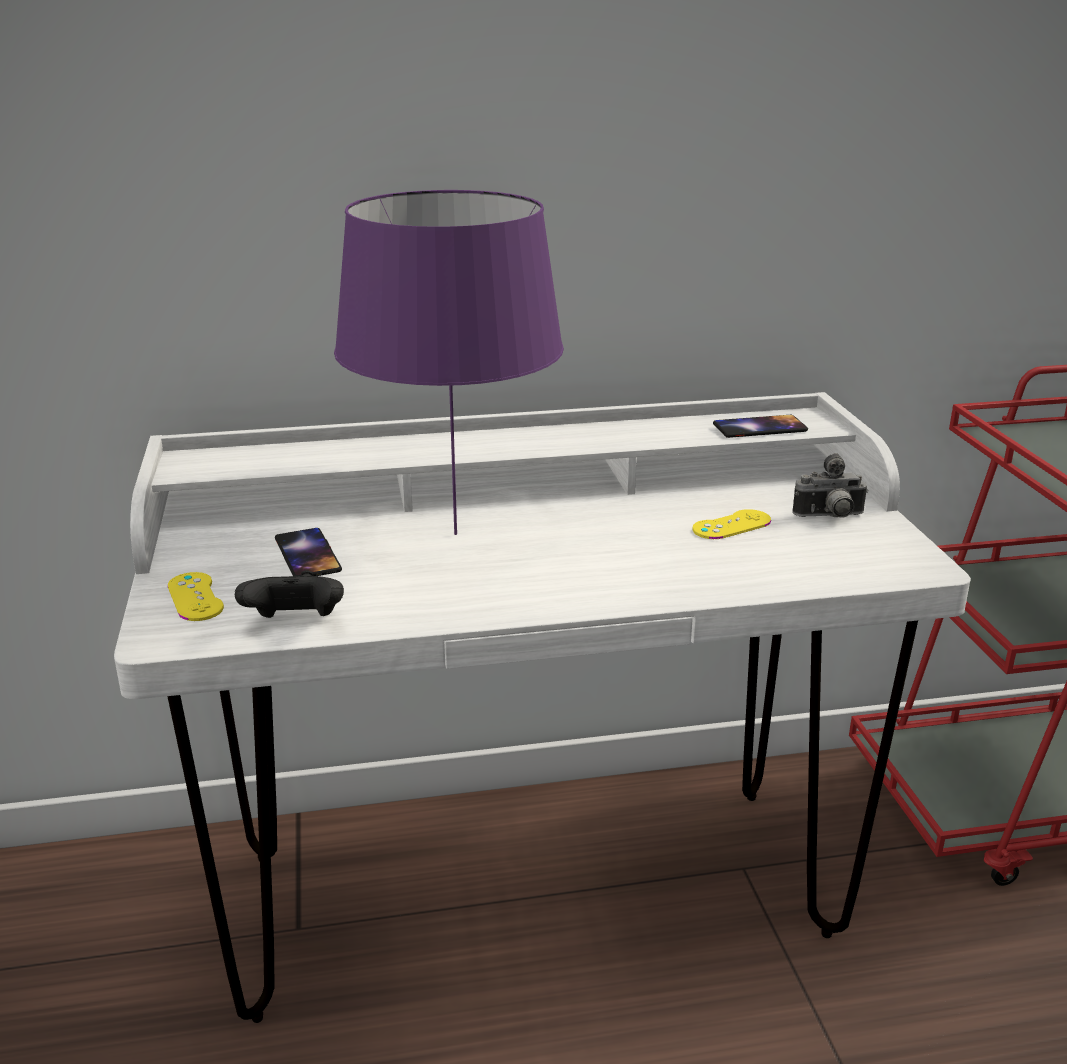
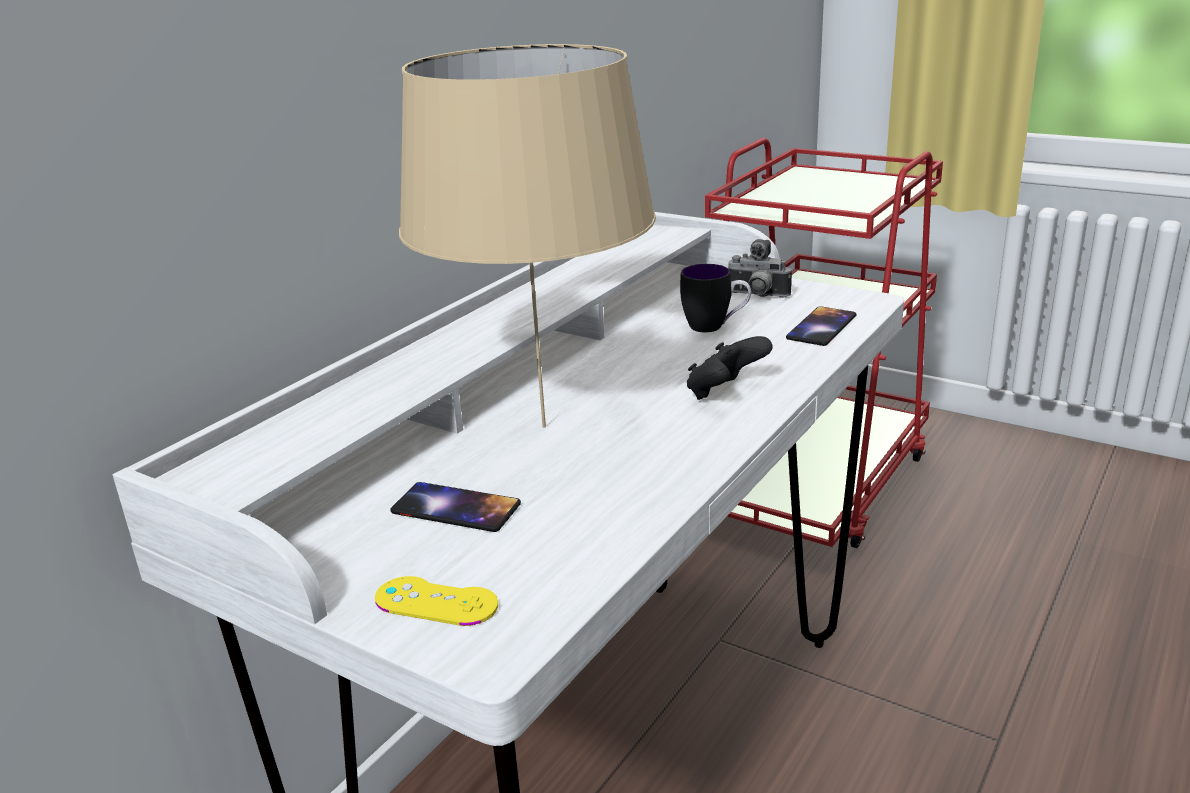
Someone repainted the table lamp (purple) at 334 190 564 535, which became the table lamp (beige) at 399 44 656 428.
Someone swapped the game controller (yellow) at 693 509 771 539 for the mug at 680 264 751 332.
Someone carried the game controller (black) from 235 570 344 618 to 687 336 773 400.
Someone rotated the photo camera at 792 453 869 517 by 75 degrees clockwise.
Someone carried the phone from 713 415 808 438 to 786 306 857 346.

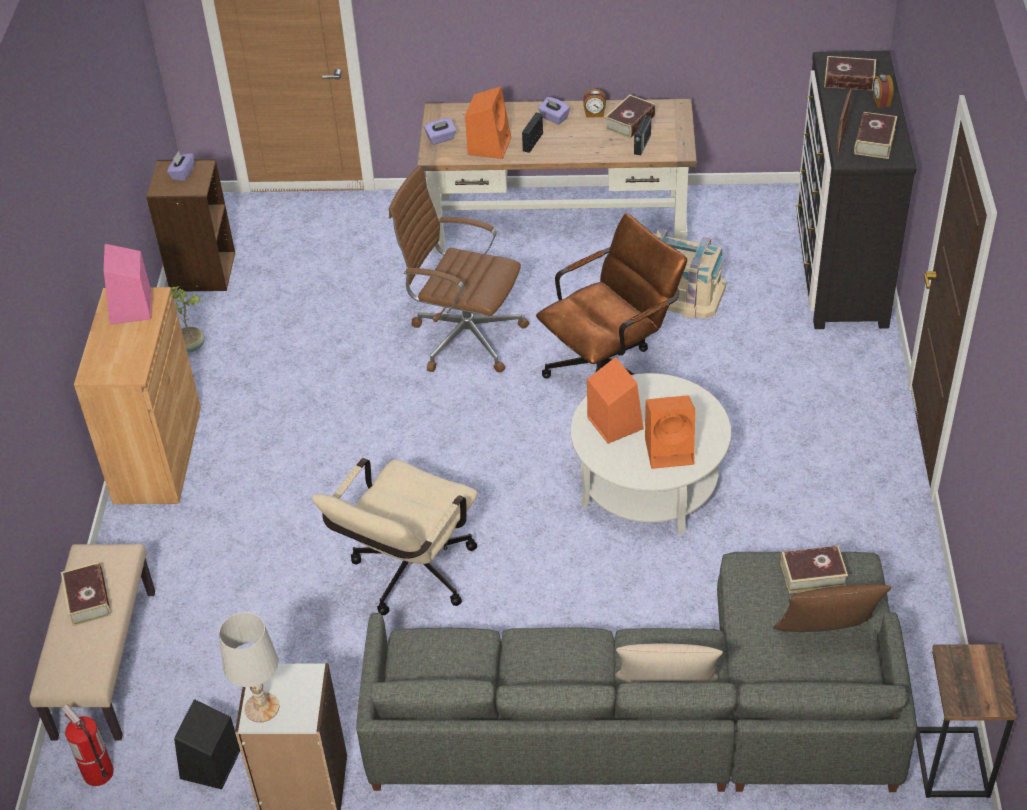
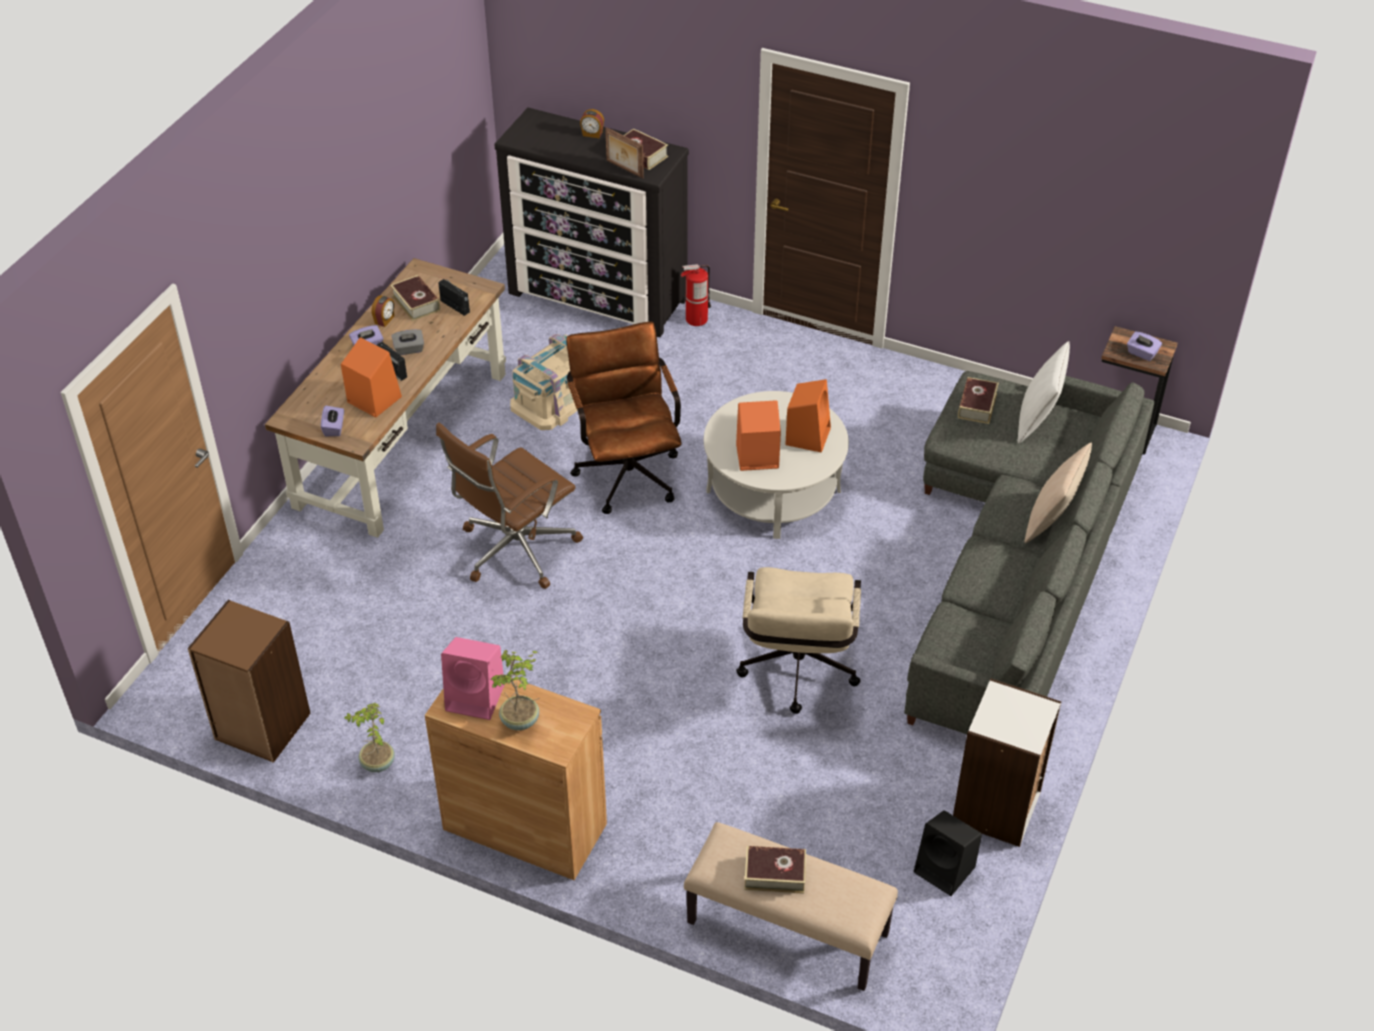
Someone put down the tissue box (grey) at 392 329 424 355.
Someone put down the potted plant at 491 650 539 730.
Someone carried the fire extinguisher from 62 704 114 786 to 681 264 711 326.
Someone rotated the office chair (beige) at 312 458 478 615 by 45 degrees clockwise.
Someone repainted the pillow (brown) at 773 584 892 632, which became the pillow (white) at 1018 341 1070 444.
Someone carried the tissue box (purple) from 167 151 194 181 to 1127 331 1162 361.
Someone took away the table lamp (white) at 219 612 279 722.
Someone took away the book at 824 56 876 91.

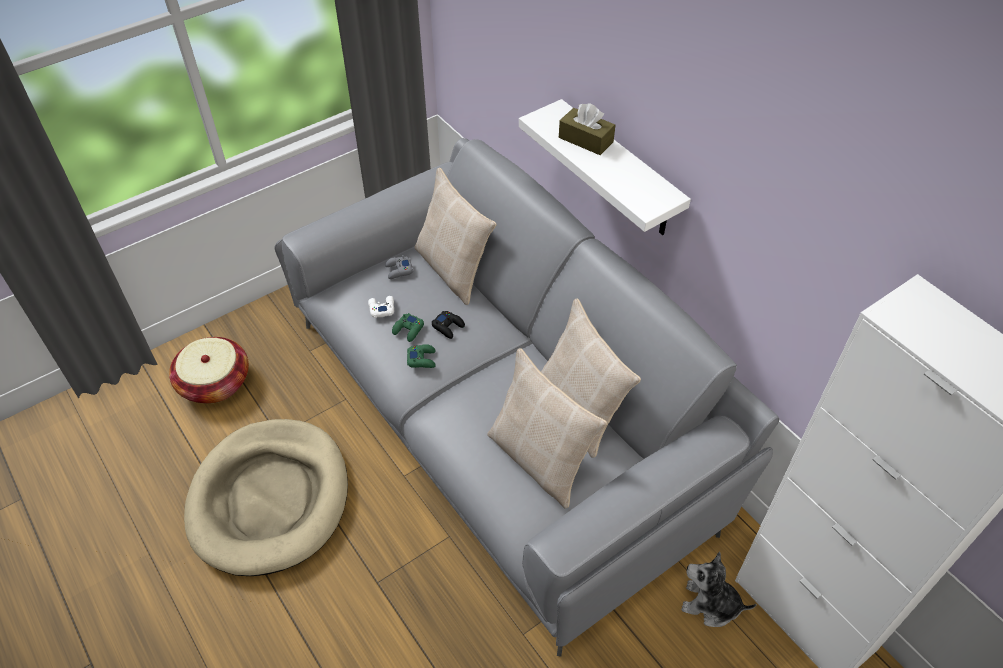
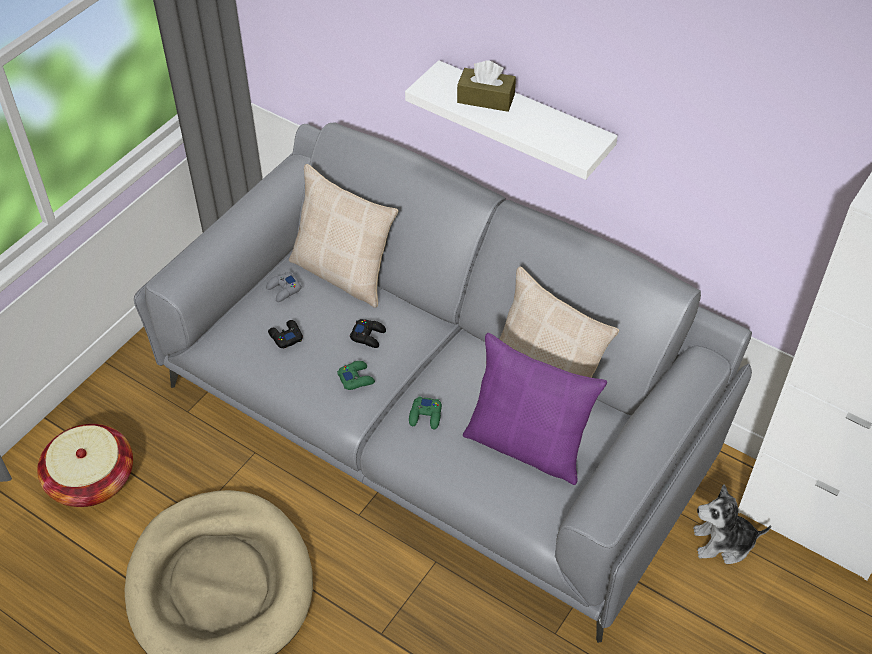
Someone repainted the game controller (white) at 368 296 394 318, which became the game controller (black) at 268 320 303 349.
Someone carried the game controller (green) from 392 313 424 342 to 409 396 442 429.
Someone repainted the pillow (beige) at 487 348 607 509, which became the pillow (purple) at 463 333 607 485.

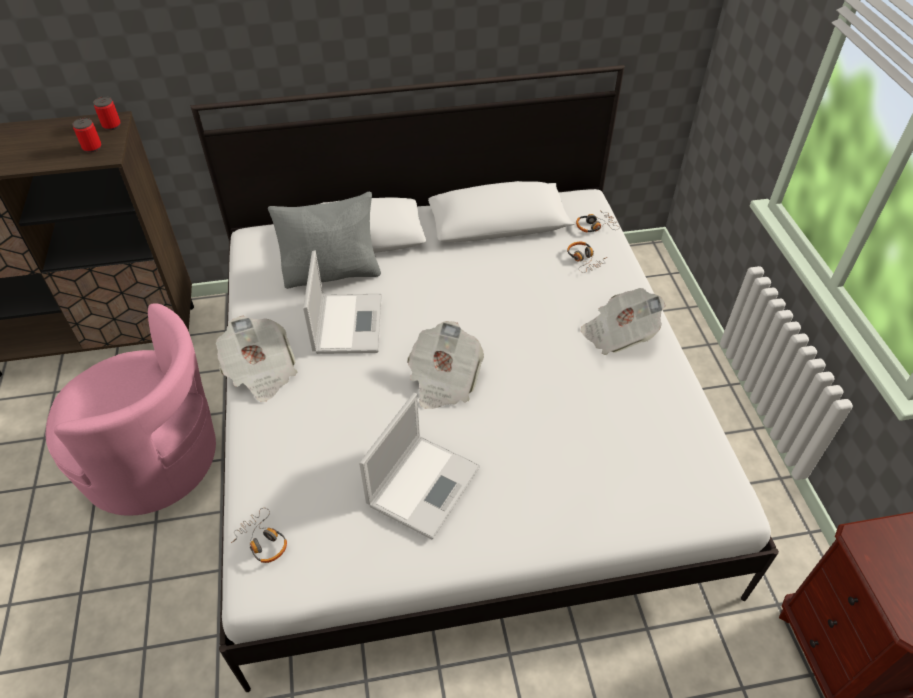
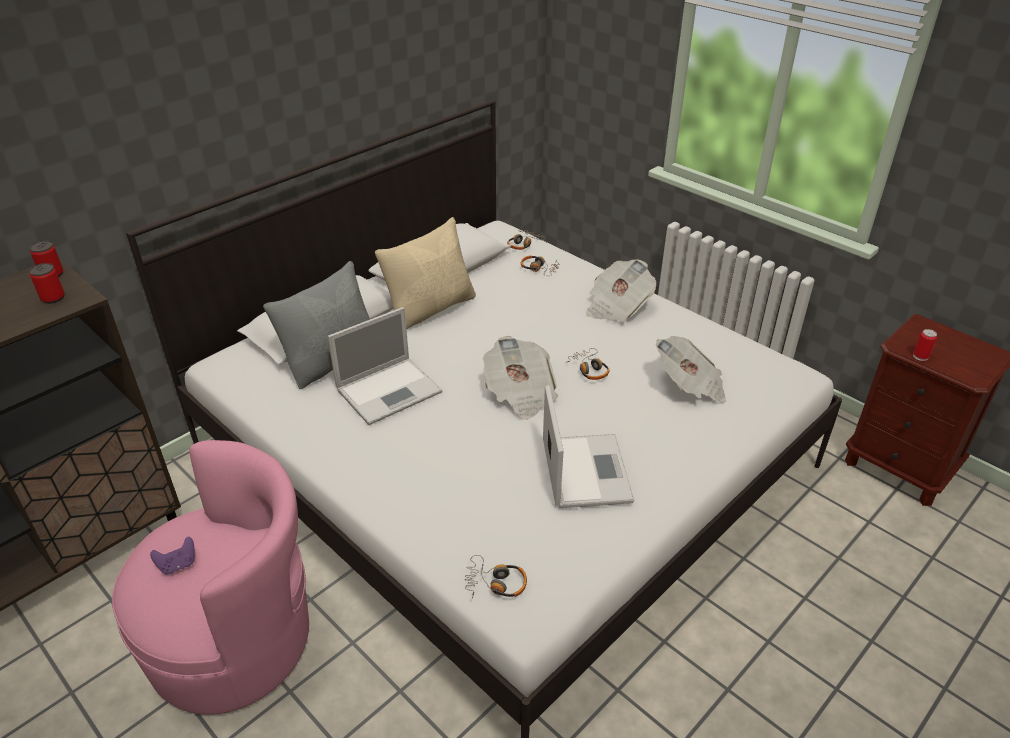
Someone put down the game controller (purple) at 150 537 194 574.
Someone rotated the laptop at 303 250 382 354 by 90 degrees clockwise.
Someone put down the pillow (beige) at 375 217 476 330.
Someone put down the headphones at 565 348 609 380.
Someone carried the newspaper from 216 316 297 402 to 656 336 726 403.
Someone put down the can at 913 329 937 361.

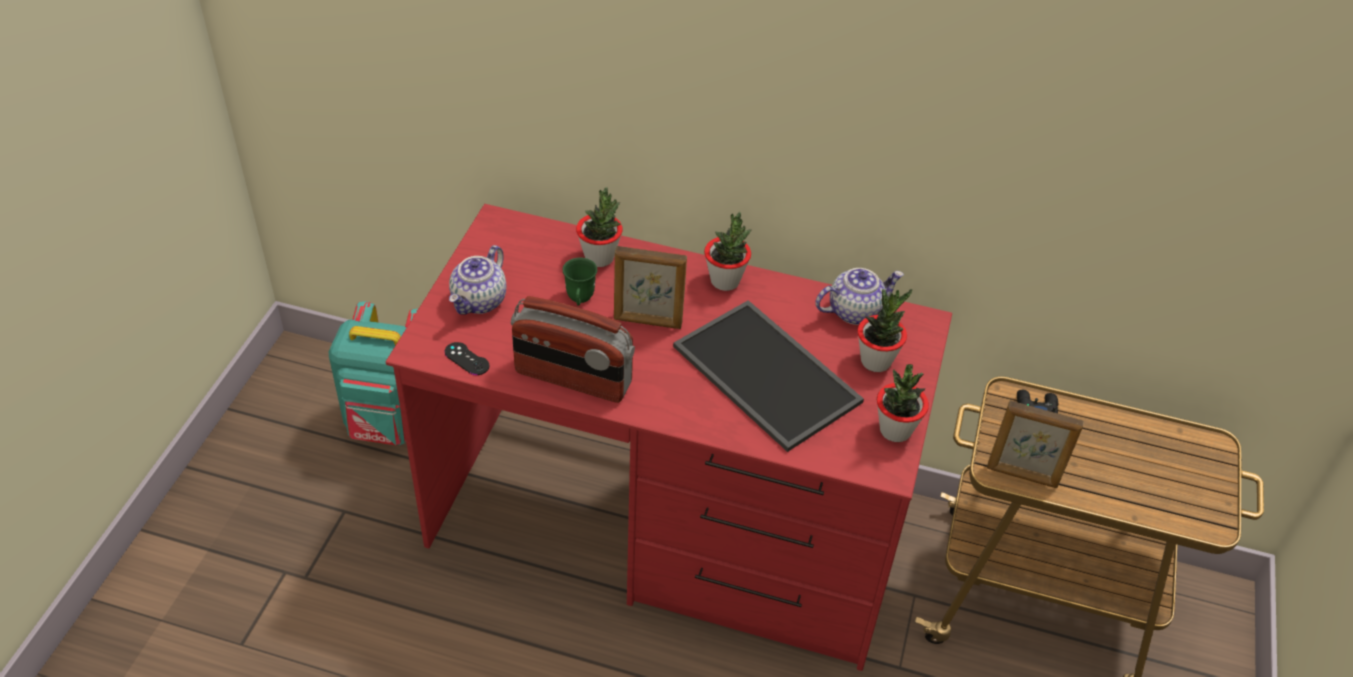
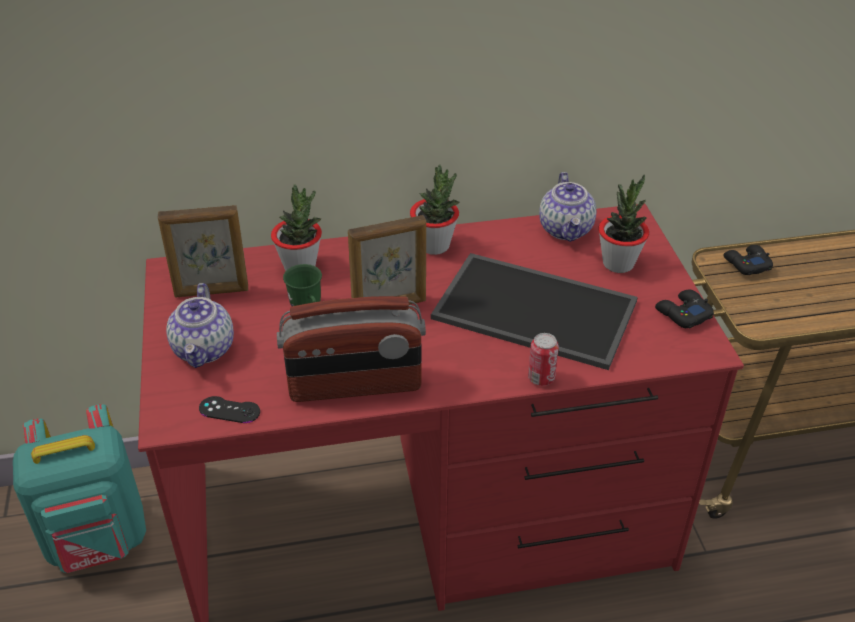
Someone carried the picture frame from 987 401 1084 488 to 158 205 248 297.
Someone put down the can at 528 333 559 386.
Someone rotated the teapot at 815 268 904 325 by 135 degrees clockwise.
Someone swapped the potted plant at 877 364 929 442 for the game controller (black) at 655 290 714 328.

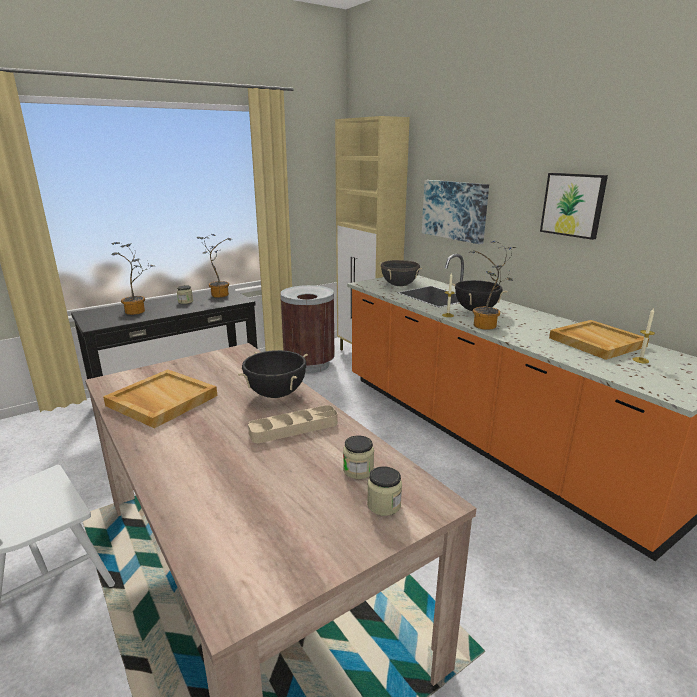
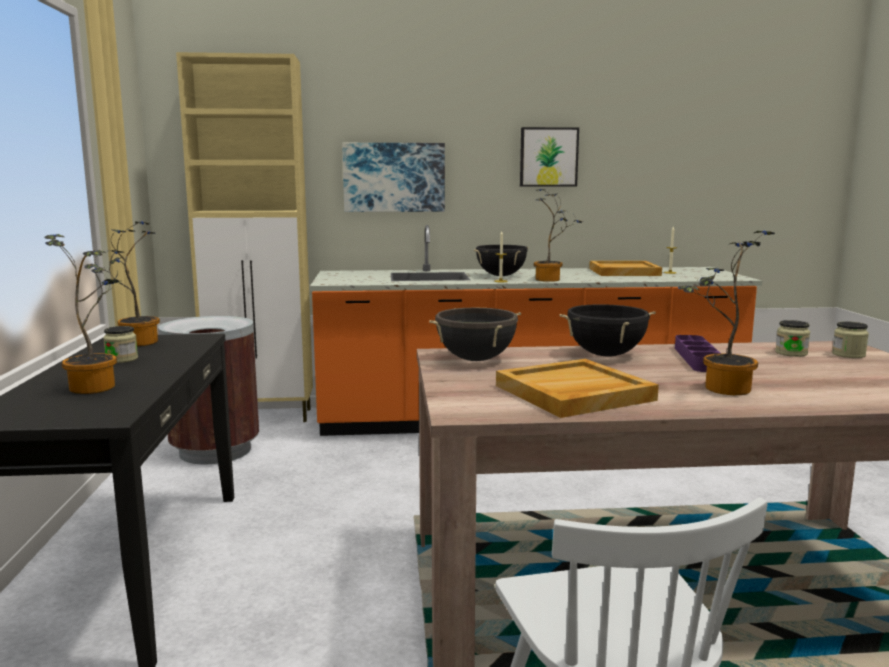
Someone carried the cooking pot (black) from 380 260 422 286 to 429 308 521 361.
Someone repainted the tray (beige) at 248 405 338 443, which became the tray (purple) at 675 335 720 372.
Someone put down the potted plant at 678 230 775 395.

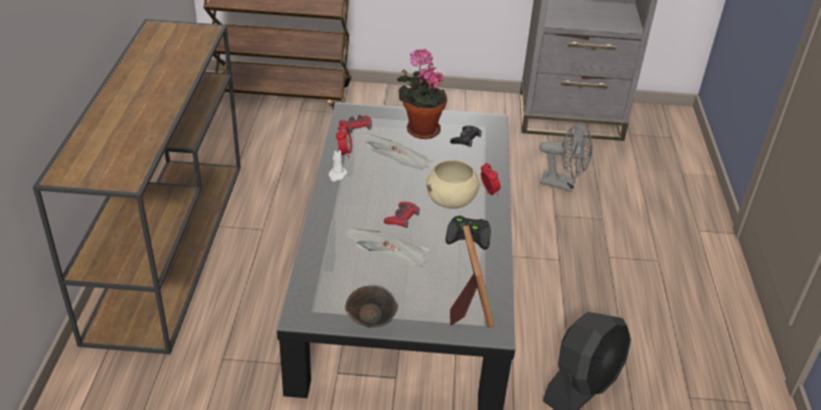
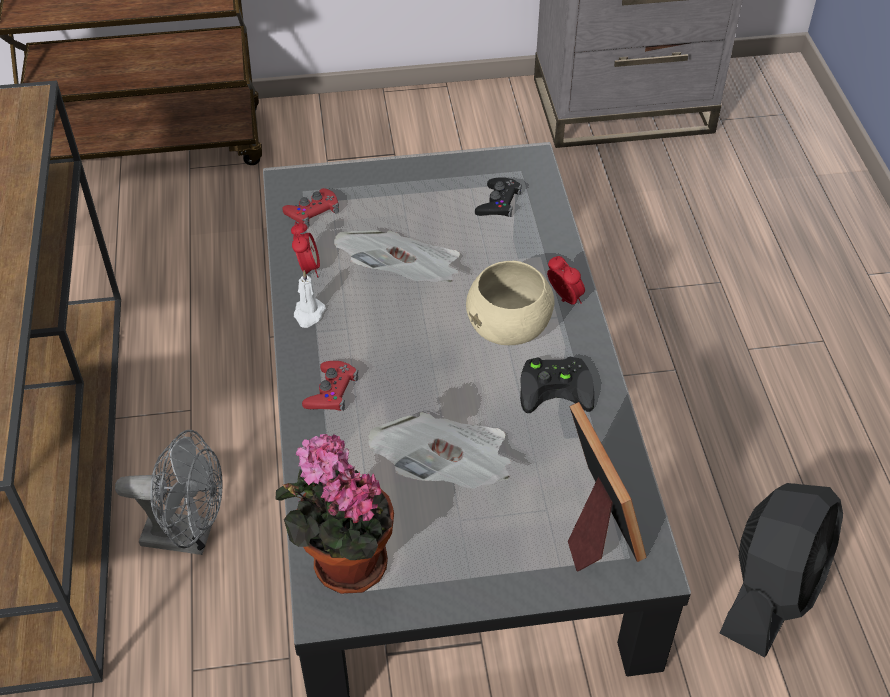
Someone carried the fan (grey) from 539 121 593 192 to 115 430 222 555.
Someone carried the potted plant from 397 49 447 139 to 275 434 394 594.
Someone carried the game controller (red) from 384 202 420 228 to 302 361 358 411.
Someone took away the bowl (brown) at 345 286 398 327.

